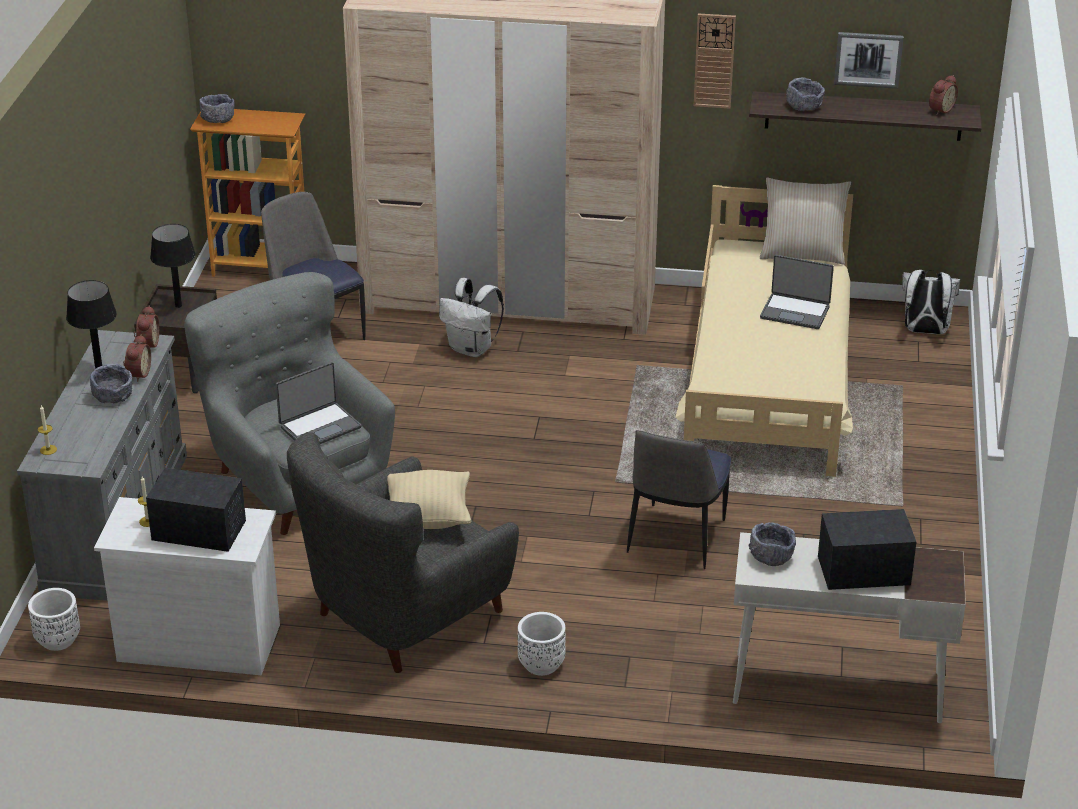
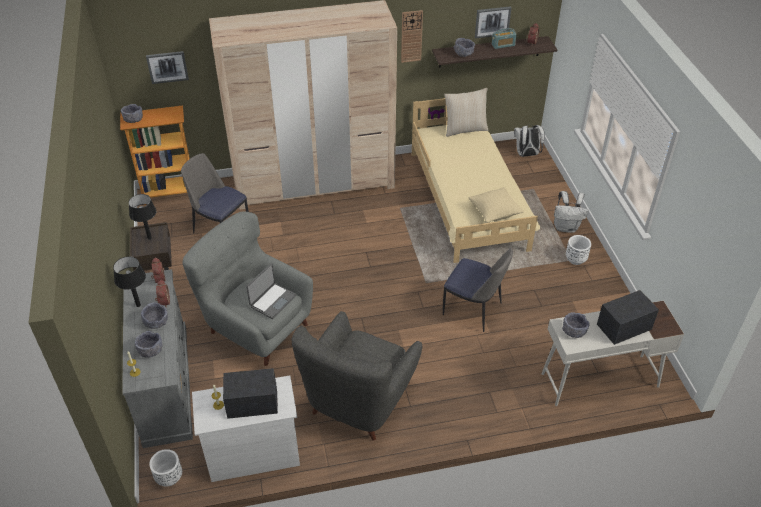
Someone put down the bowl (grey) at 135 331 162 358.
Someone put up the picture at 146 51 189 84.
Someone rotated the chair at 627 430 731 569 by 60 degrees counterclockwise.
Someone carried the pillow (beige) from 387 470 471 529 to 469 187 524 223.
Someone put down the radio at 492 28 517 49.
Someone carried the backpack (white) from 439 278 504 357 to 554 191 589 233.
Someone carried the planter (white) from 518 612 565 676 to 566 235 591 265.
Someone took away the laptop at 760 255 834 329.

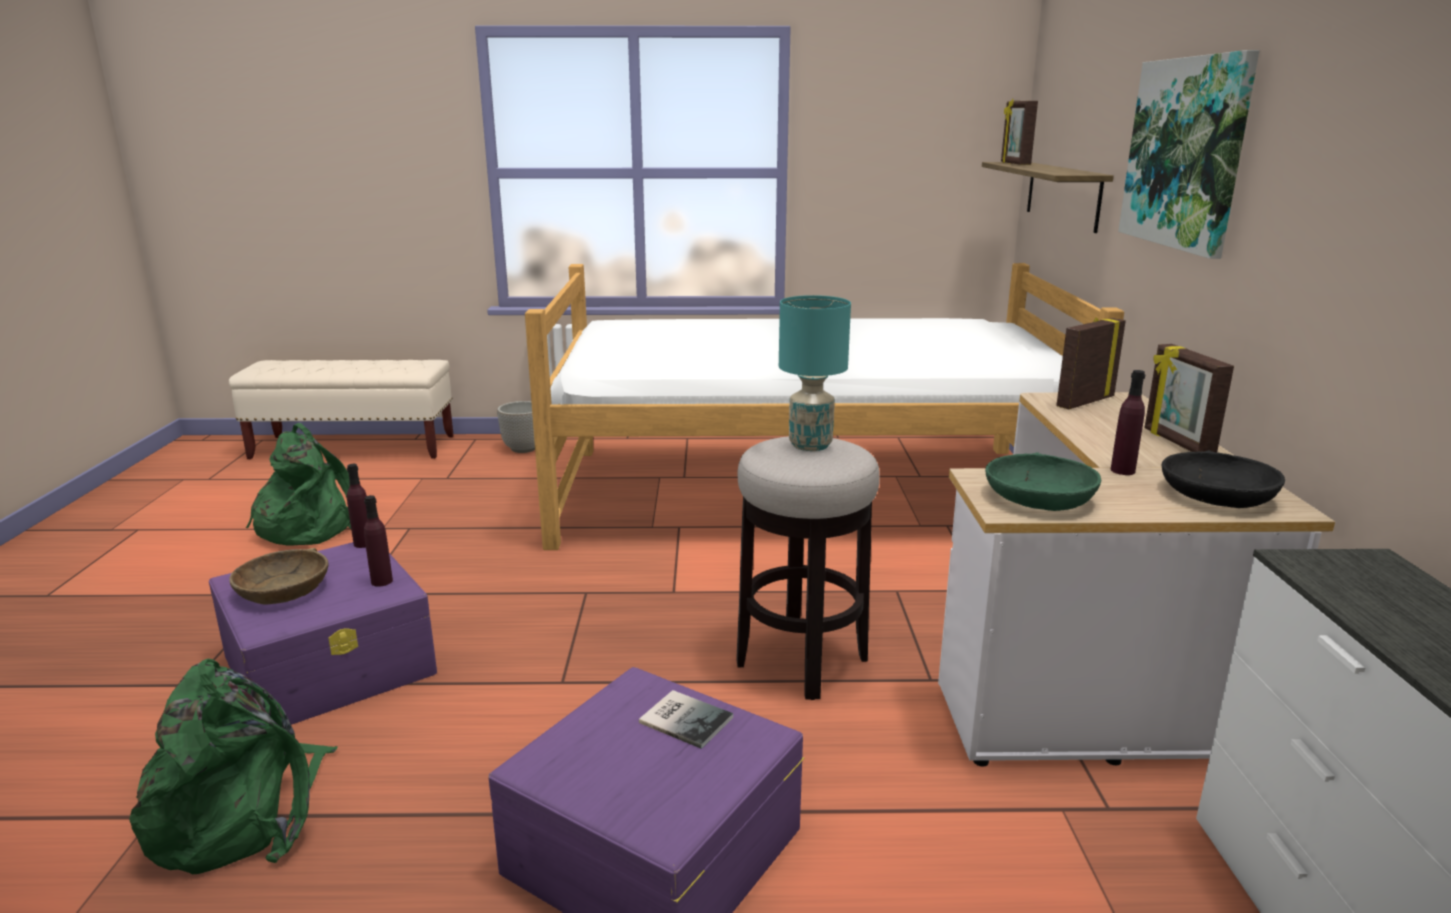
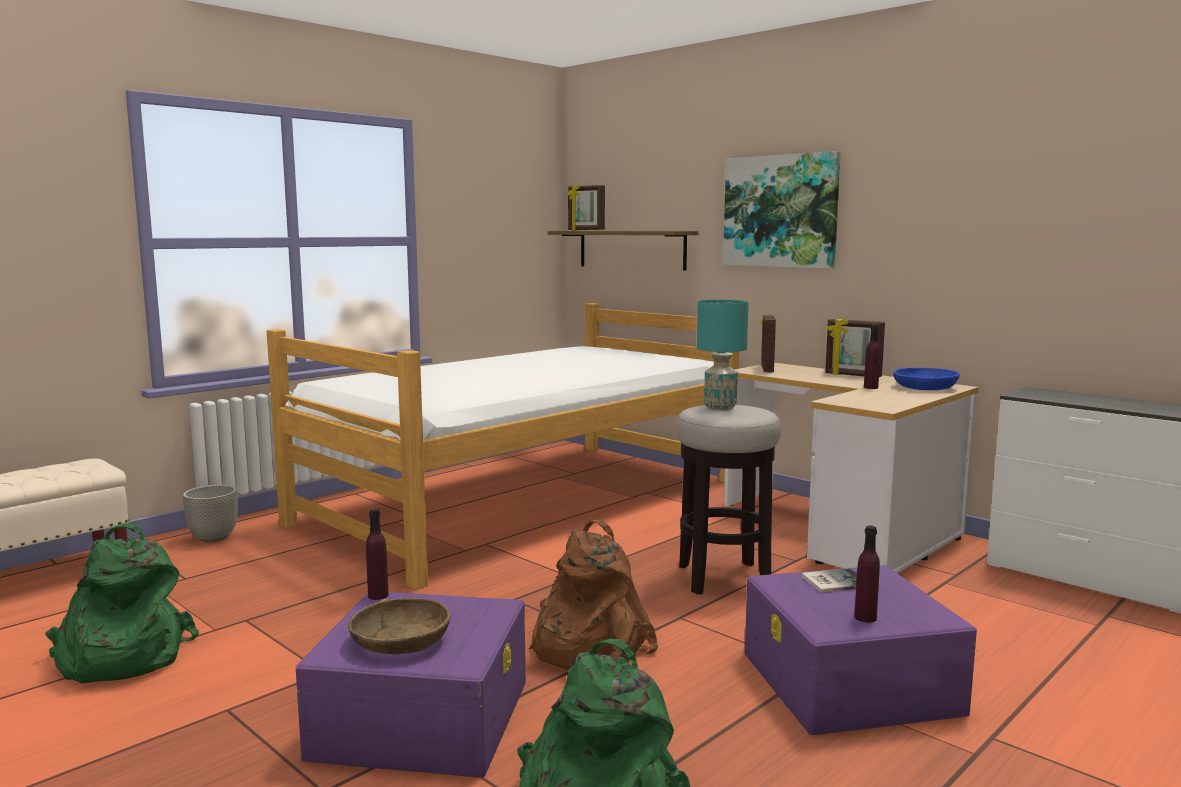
Someone put down the backpack (brown) at 529 520 658 670.
Someone carried the bottle (purple) from 364 495 393 587 to 855 526 880 623.
Someone repainted the bowl (black) at 1162 450 1285 508, which became the bowl (blue) at 893 368 960 390.
Someone took away the bowl (green) at 985 452 1101 511.

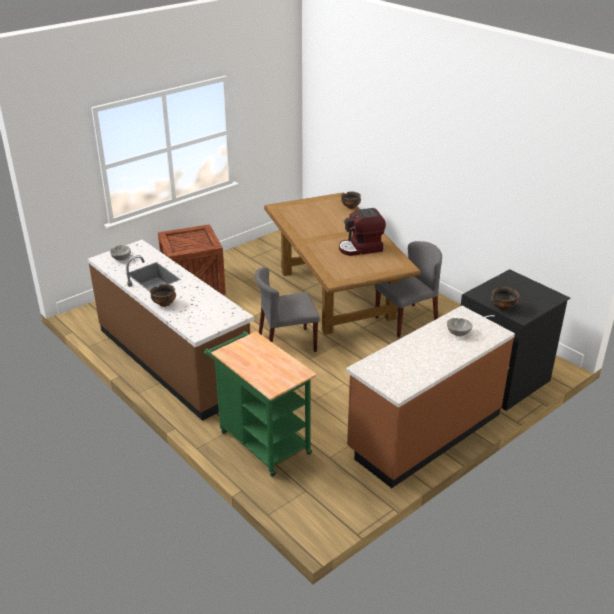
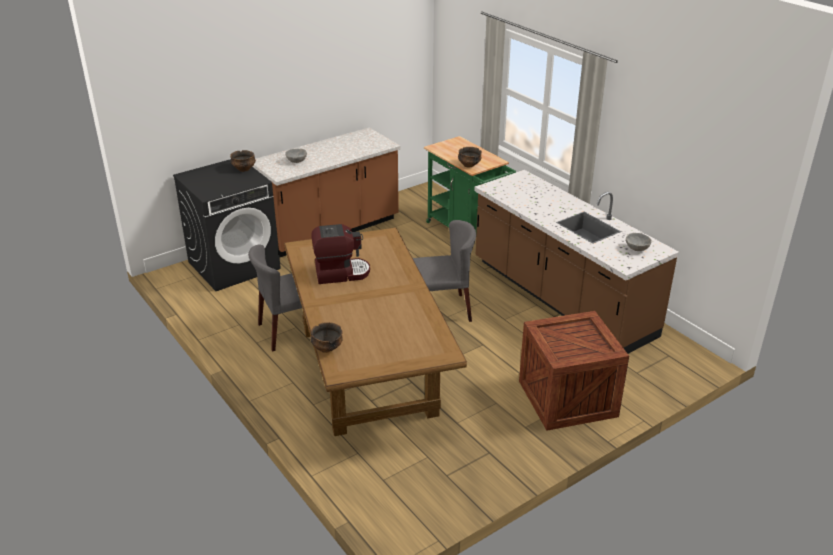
Someone carried the bowl from 150 284 176 307 to 458 147 482 167.

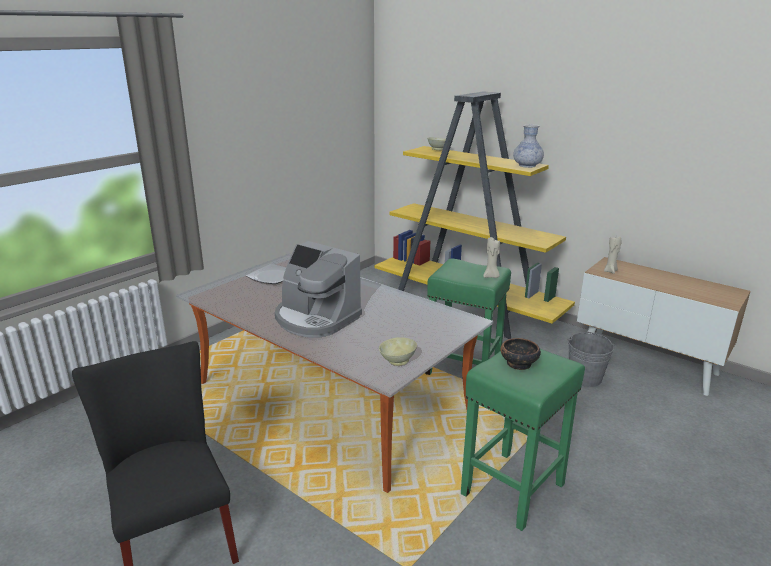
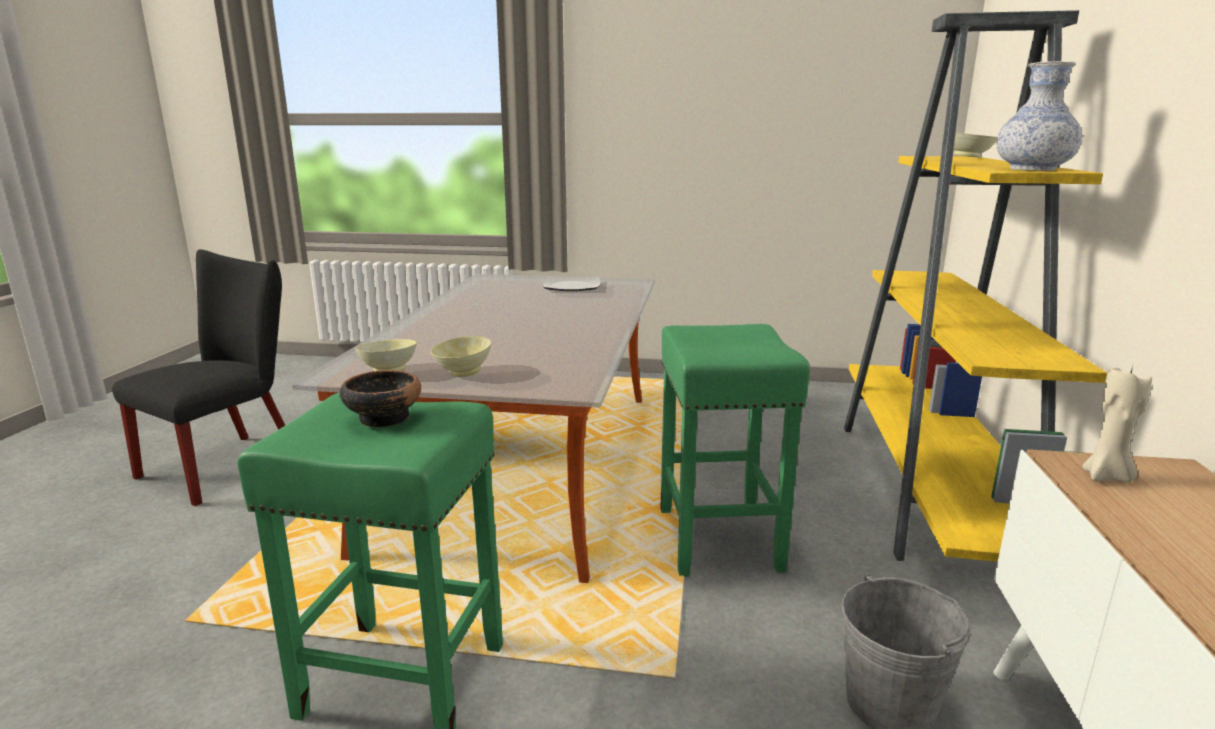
Someone put down the bowl (beige) at 430 336 492 377.
Someone took away the coffee machine at 275 241 362 338.
Someone took away the candle (beige) at 483 237 500 278.

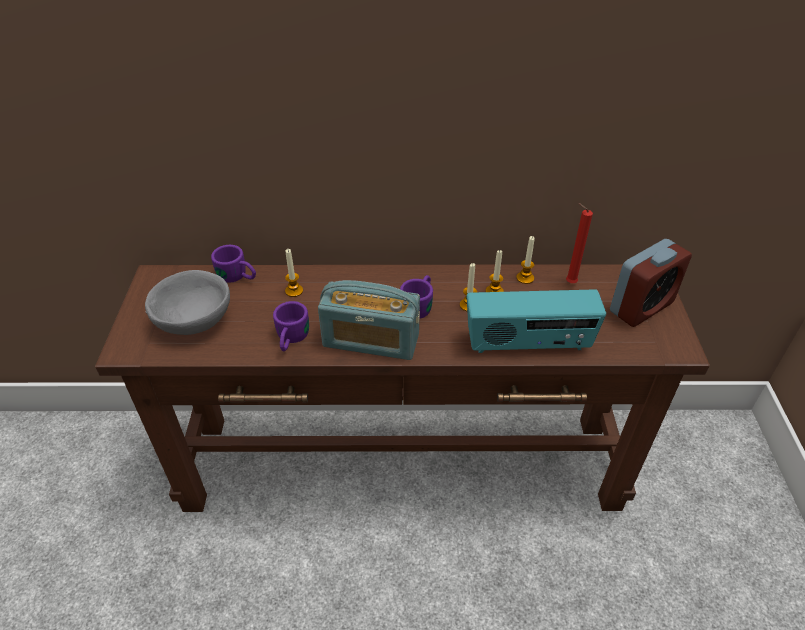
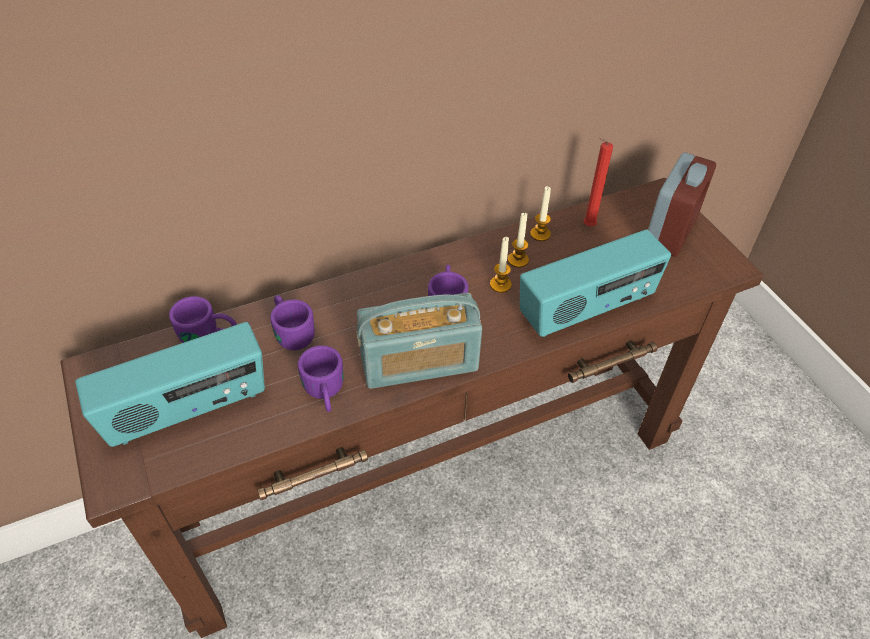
Someone swapped the bowl (grey) at 145 270 230 335 for the radio at 75 322 265 447.
Someone swapped the candle at 285 249 303 297 for the mug (purple) at 270 295 315 350.

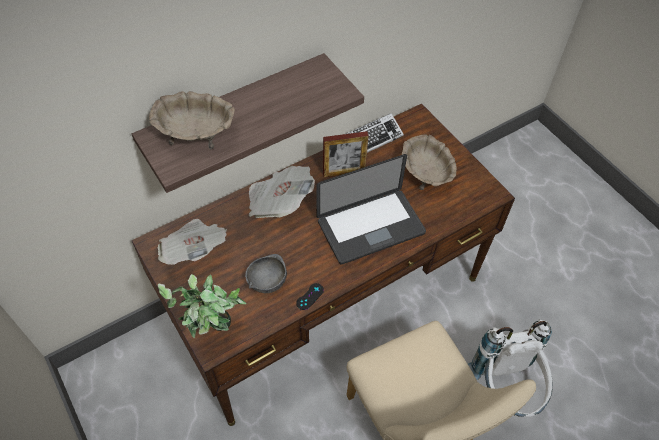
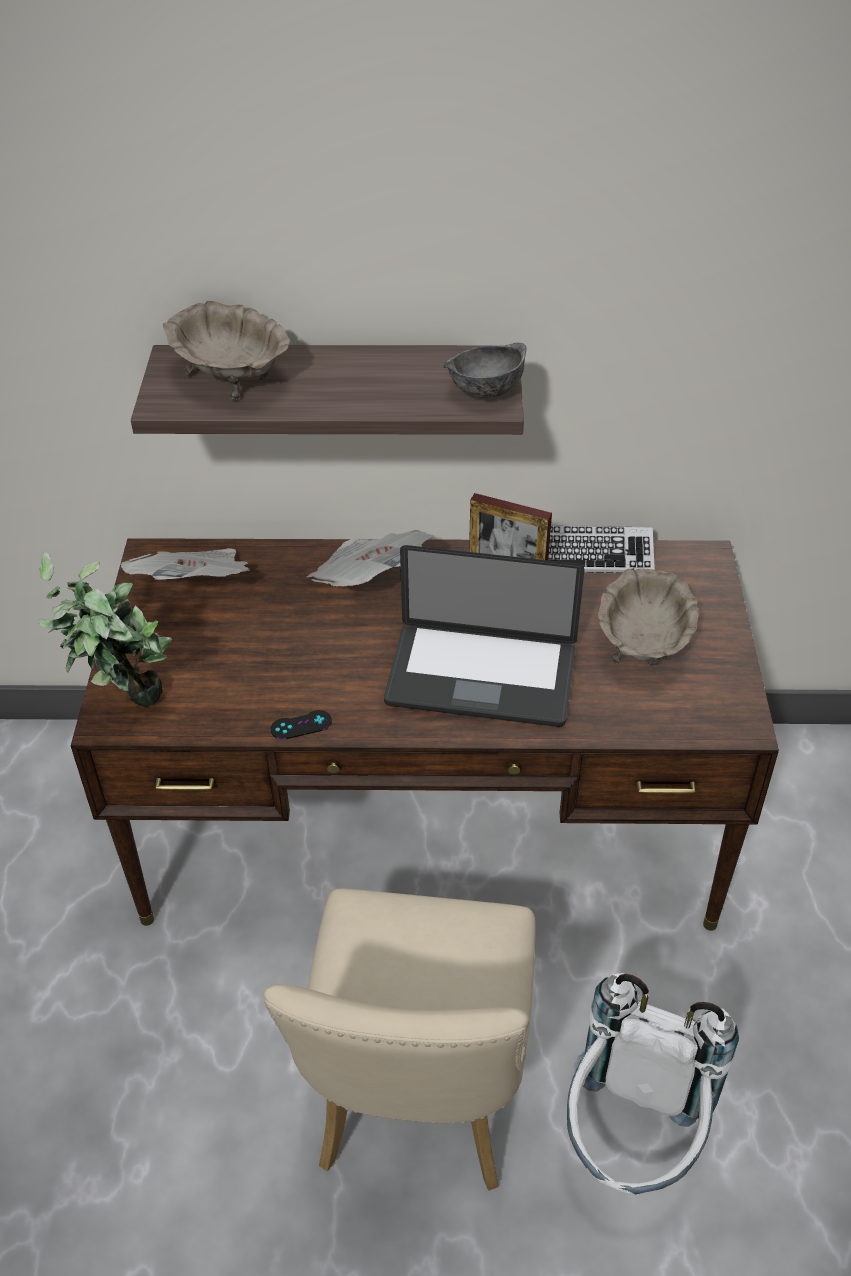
Someone carried the bowl (grey) from 245 254 287 293 to 443 343 527 398.

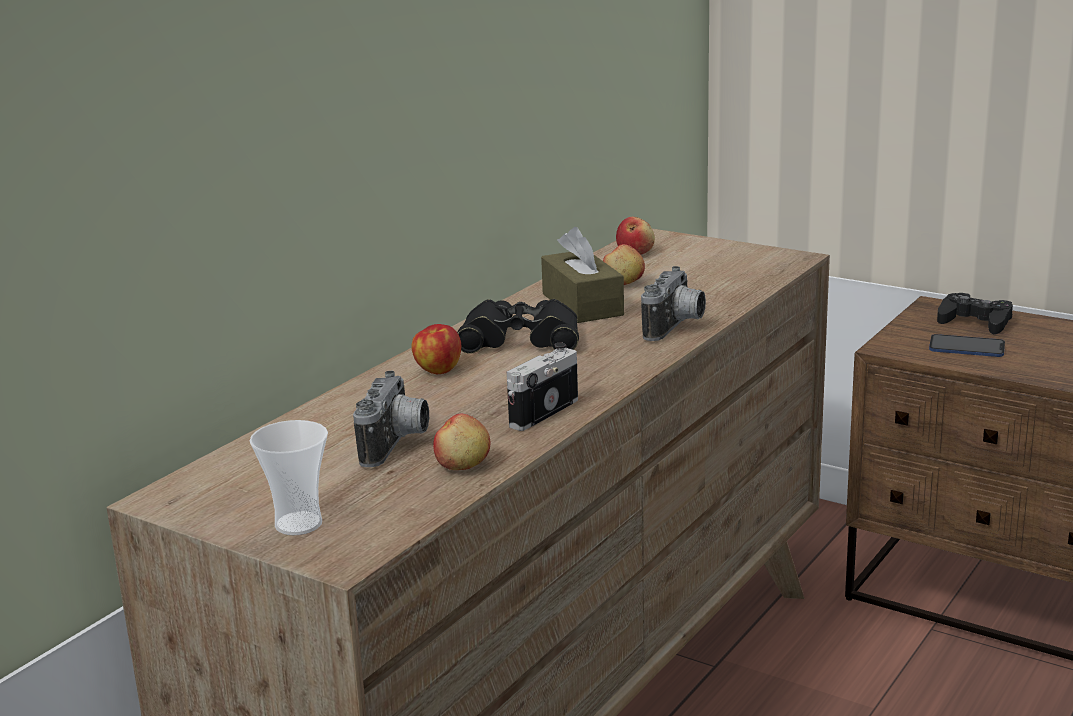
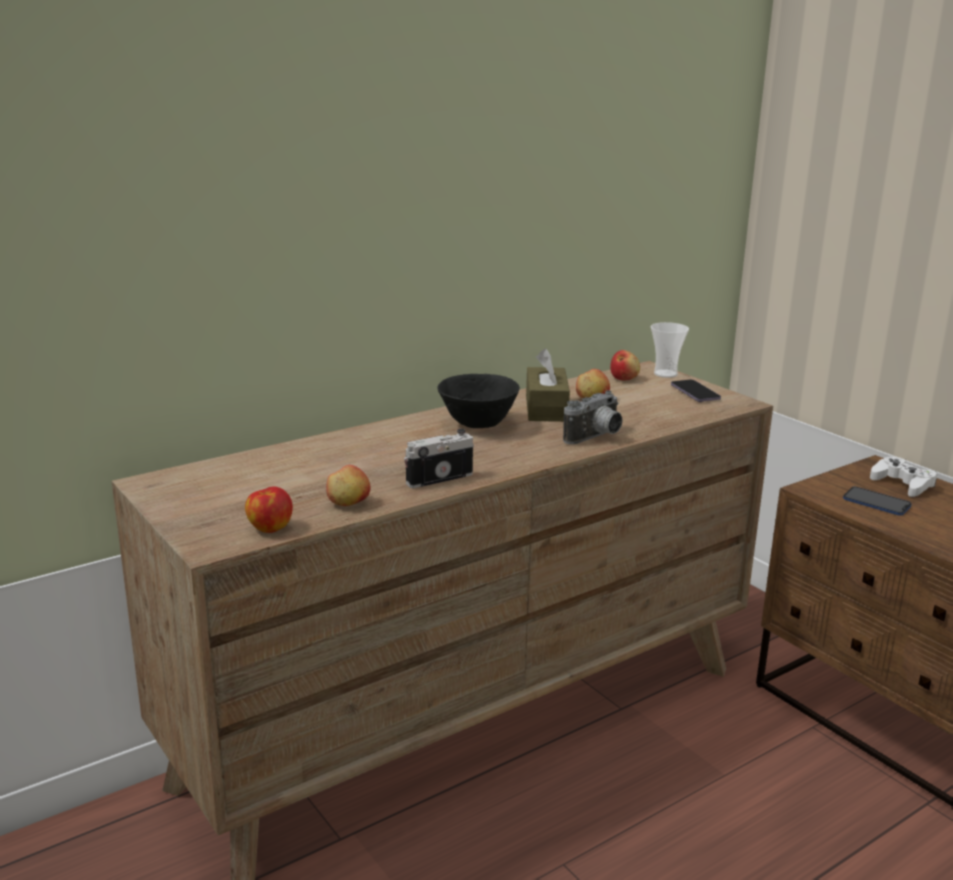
Someone carried the apple from 412 324 461 374 to 245 487 293 533.
Someone swapped the binoculars (black) at 457 299 579 354 for the bowl (black) at 437 374 520 428.
Someone carried the cup from 250 420 328 535 to 651 322 689 378.
Someone put down the phone at 671 380 721 402.
Someone repainted the game controller (black) at 937 293 1013 334, which became the game controller (white) at 870 457 938 497.
Someone took away the photo camera at 353 371 429 467.

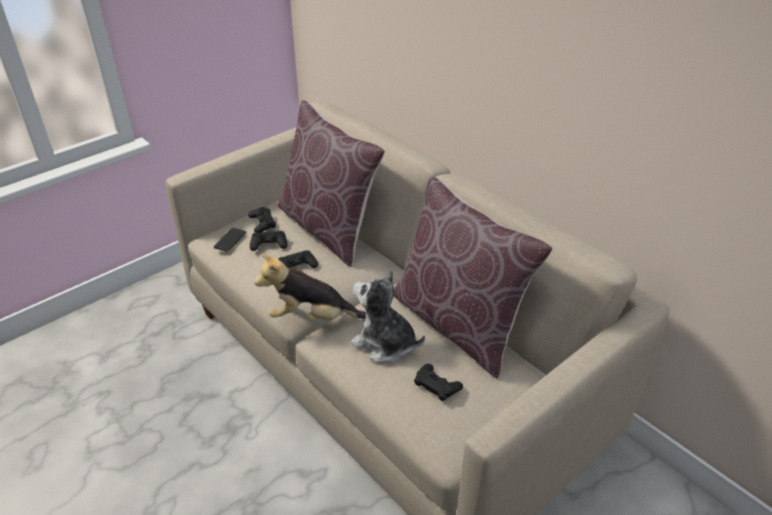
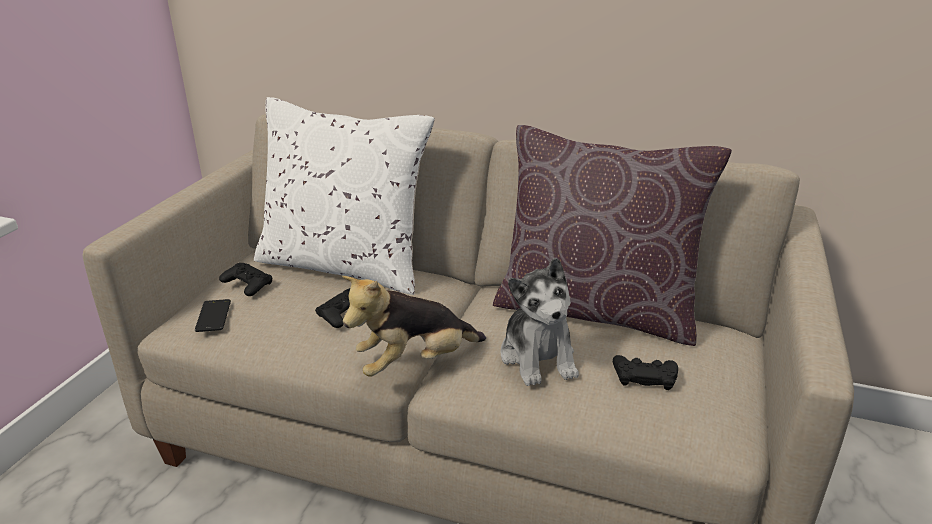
Someone repainted the pillow (brown) at 278 100 385 267, which became the pillow (white) at 254 97 435 295.
Someone rotated the plush toy at 351 271 425 362 by 105 degrees counterclockwise.
Someone took away the game controller (black) at 250 231 287 251.

